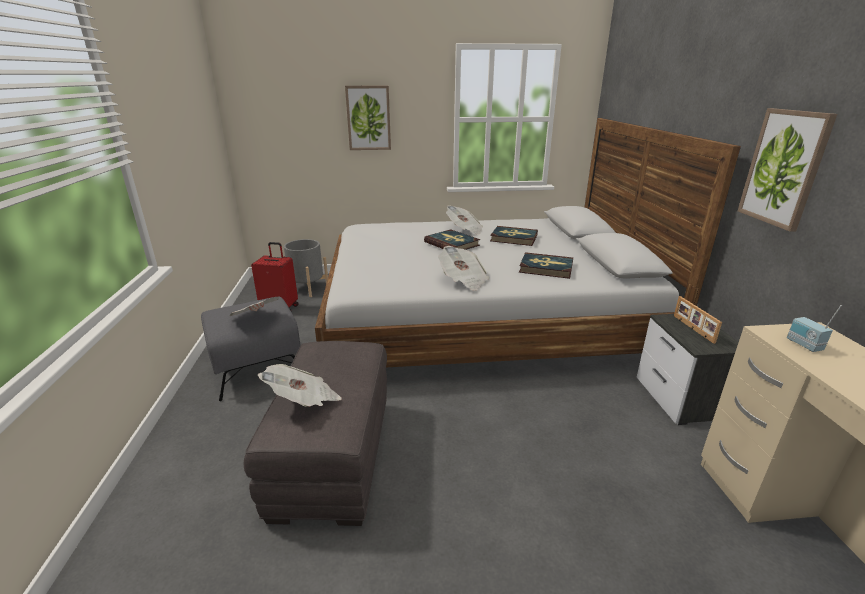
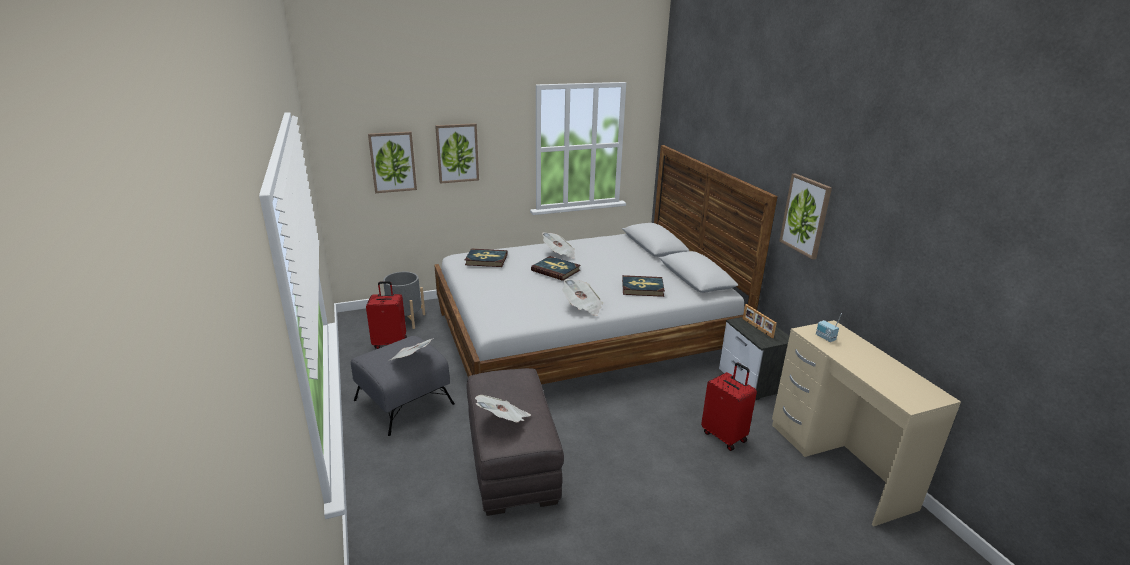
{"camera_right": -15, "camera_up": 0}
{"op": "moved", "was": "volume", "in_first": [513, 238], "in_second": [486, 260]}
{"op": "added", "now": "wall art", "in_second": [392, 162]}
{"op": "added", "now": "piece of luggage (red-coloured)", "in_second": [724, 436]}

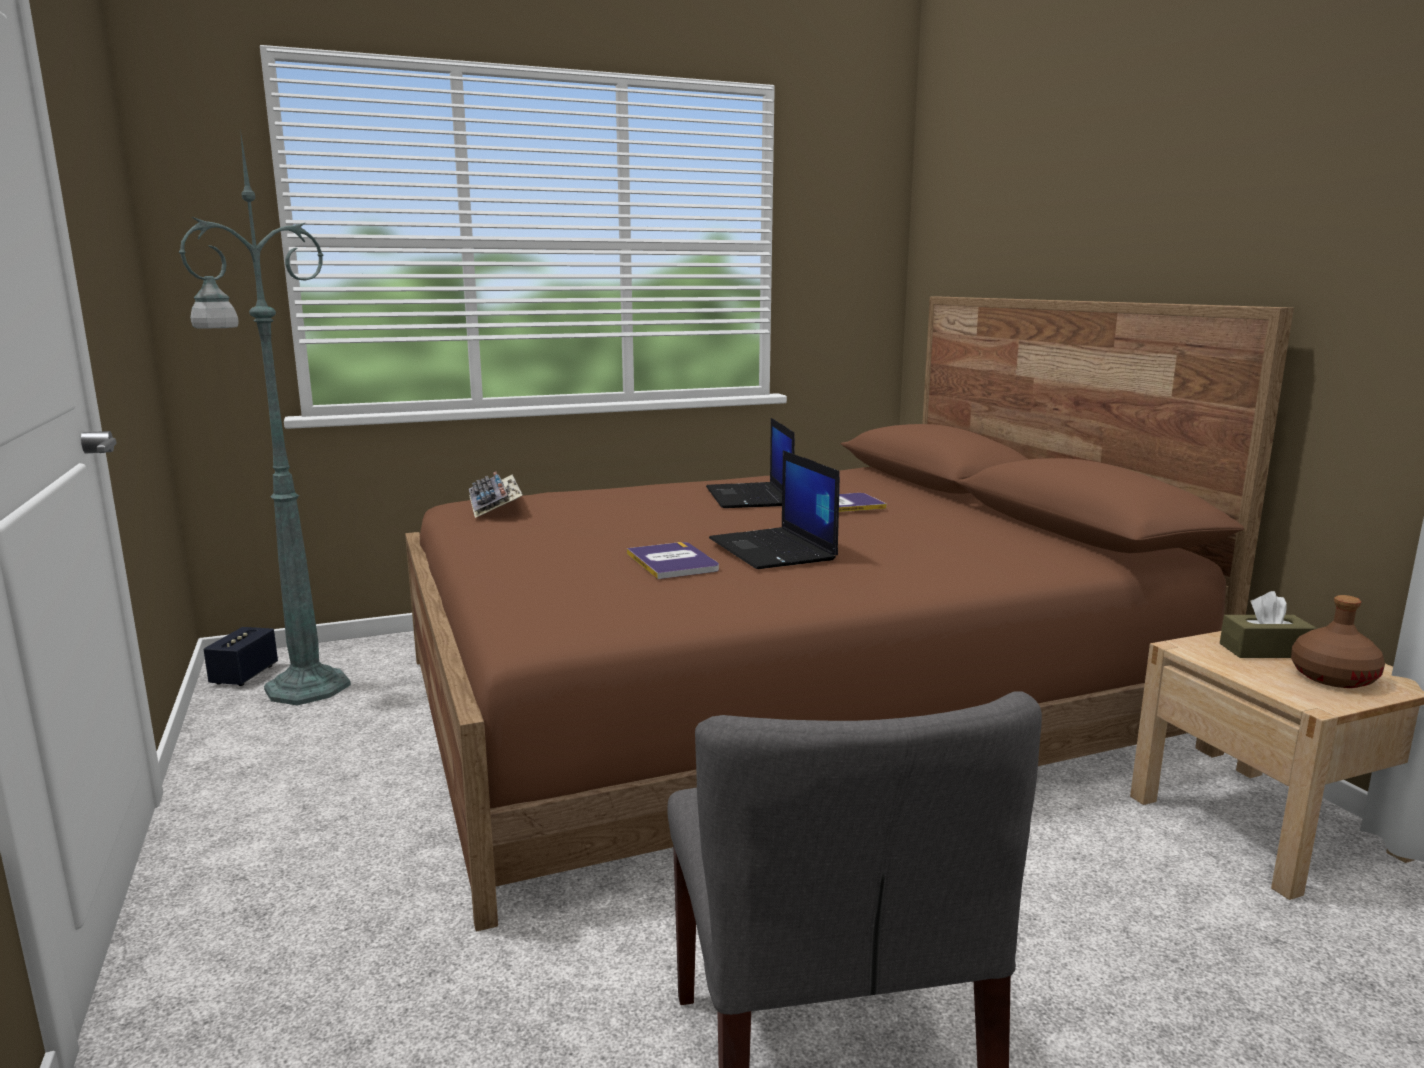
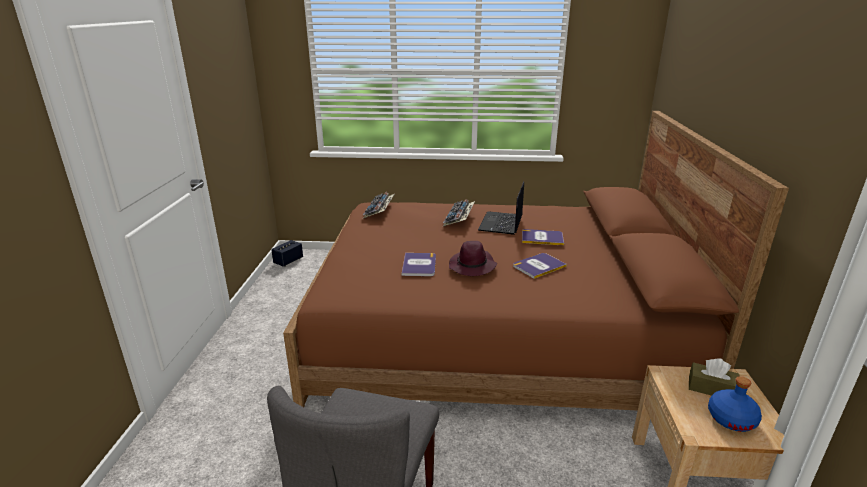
{"camera_right": 25, "camera_up": 10}
{"op": "removed", "was": "standing lamp (green)", "in_first": [303, 689]}
{"op": "replaced", "was": "notebook computer", "now": "wearable hat (purplish)", "in_first": [774, 550], "in_second": [472, 266]}
{"op": "recoloured", "was": "drink bottle (brown)", "now": "drink bottle (blue-coloured)", "in_first": [1332, 677], "in_second": [731, 419]}
{"op": "added", "now": "keyboard", "in_second": [459, 218]}
{"op": "added", "now": "volume", "in_second": [539, 266]}

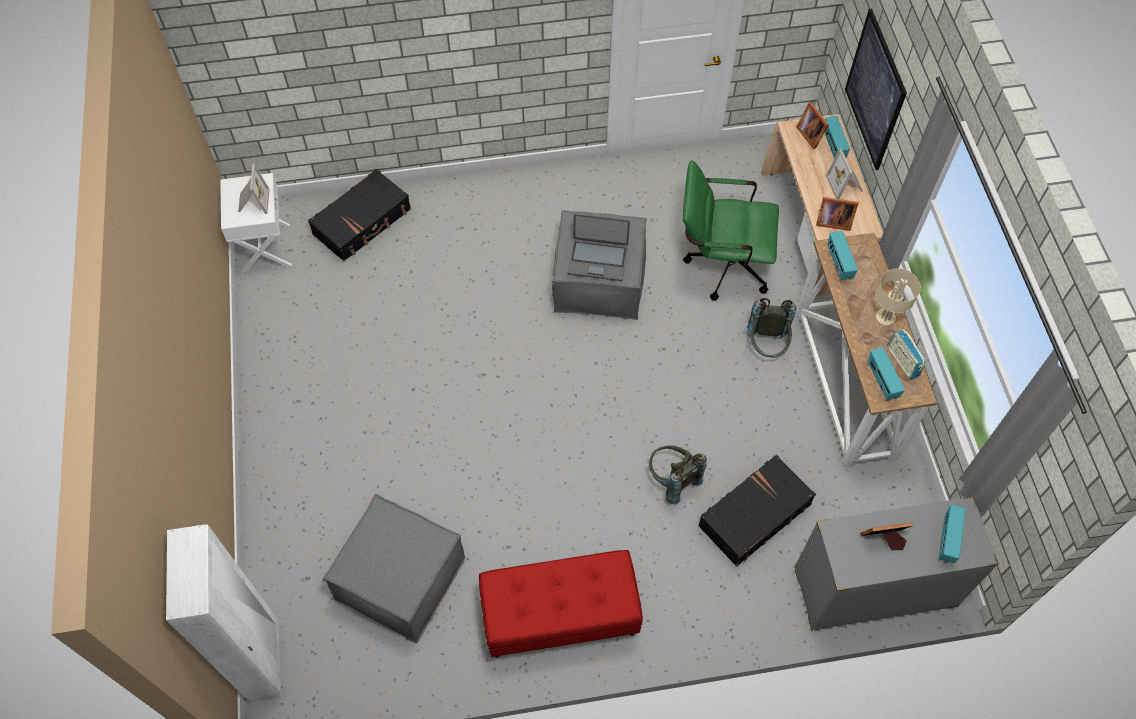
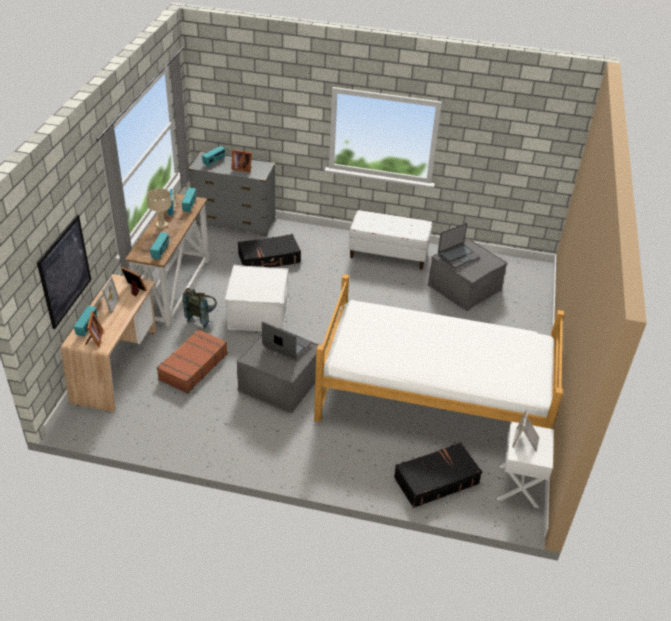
{"camera_right": -160, "camera_up": -20}
{"op": "replaced", "was": "desk chair (green)", "now": "piece of luggage (brown)", "in_first": [721, 264], "in_second": [193, 366]}
{"op": "removed", "was": "knapsack (grey)", "in_first": [672, 480]}
{"op": "removed", "was": "wardrobe (white-coloured)", "in_first": [265, 661]}
{"op": "recoloured", "was": "bench (red-coloured)", "now": "bench (white-coloured)", "in_first": [560, 617], "in_second": [388, 254]}
{"op": "added", "now": "notebook computer", "in_second": [458, 256]}
{"op": "added", "now": "pouffe (white-coloured)", "in_second": [258, 313]}
{"op": "added", "now": "bed", "in_second": [433, 400]}

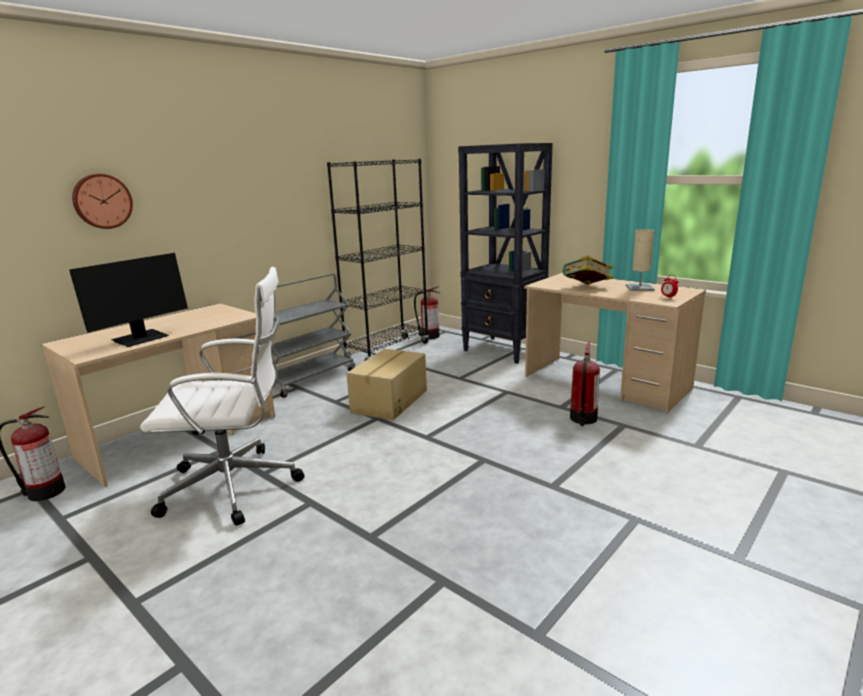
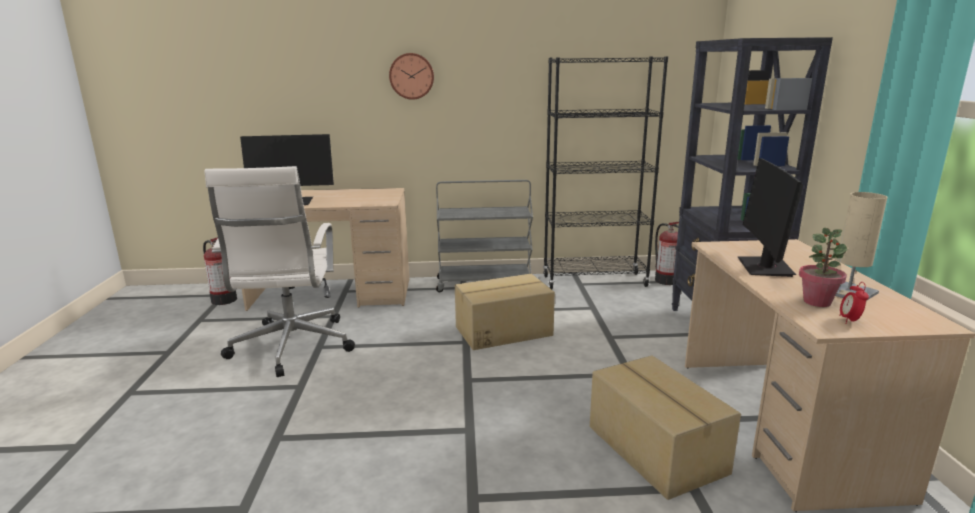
{"camera_right": 45, "camera_up": 0}
{"op": "moved", "was": "hanging clock", "in_first": [102, 201], "in_second": [411, 76]}
{"op": "replaced", "was": "volume", "now": "computer display", "in_first": [586, 287], "in_second": [764, 267]}
{"op": "turned", "was": "desk chair (white-coloured)", "in_first": [236, 486], "in_second": [291, 347], "clockwise": 45}
{"op": "replaced", "was": "fire-fighting cylinder", "now": "packing box", "in_first": [583, 419], "in_second": [655, 450]}
{"op": "added", "now": "potted plant", "in_second": [817, 302]}

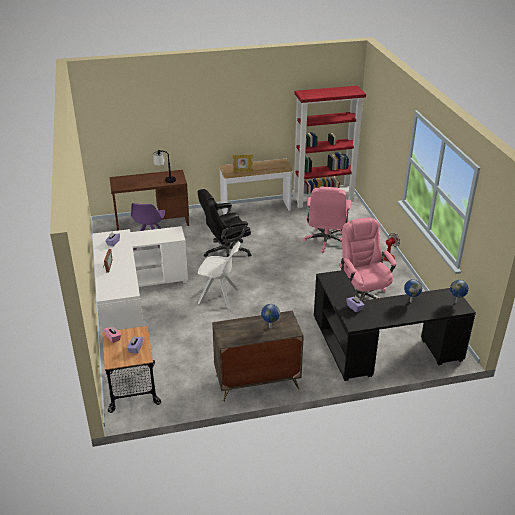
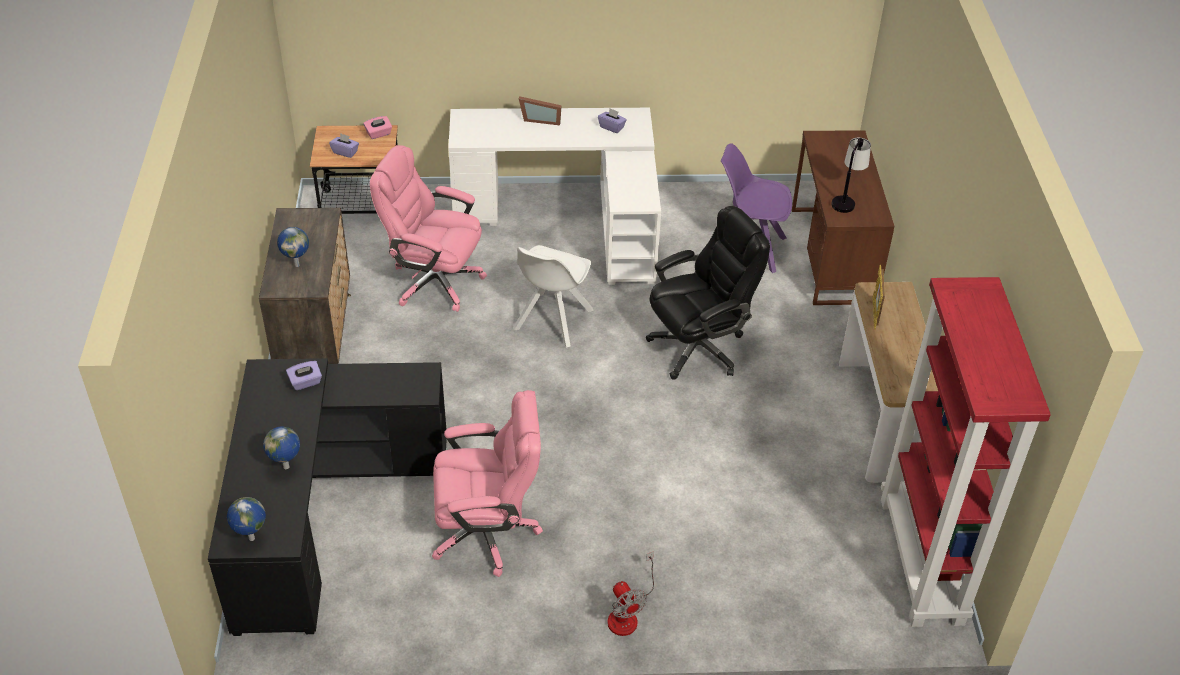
{"camera_right": 100, "camera_up": 10}
{"op": "moved", "was": "desk chair (pink-coloured)", "in_first": [326, 241], "in_second": [434, 281]}
{"op": "turned", "was": "desk chair (black-coloured)", "in_first": [226, 252], "in_second": [699, 347], "clockwise": 75}

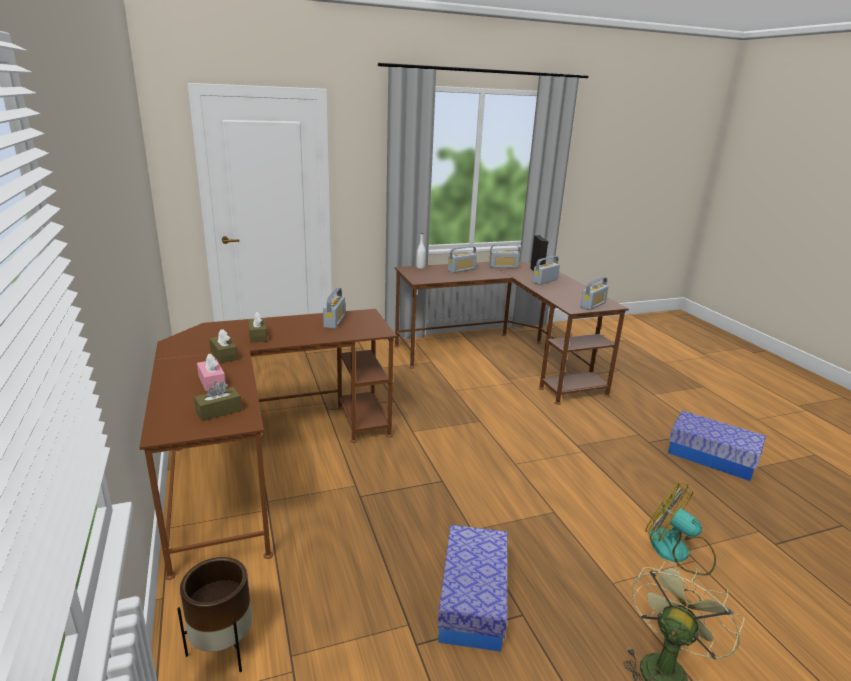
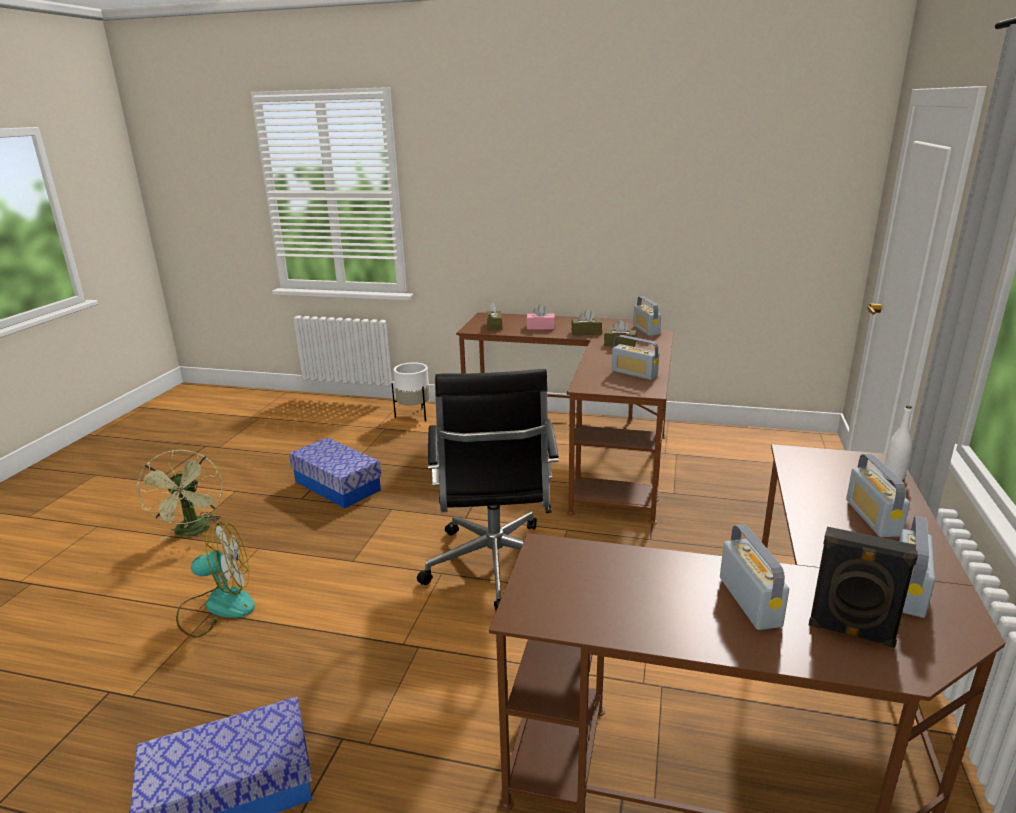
{"camera_right": 125, "camera_up": 0}
{"op": "moved", "was": "radio set", "in_first": [593, 305], "in_second": [646, 330]}
{"op": "recoloured", "was": "plant pot (brown)", "now": "plant pot (white-coloured)", "in_first": [223, 648], "in_second": [414, 415]}
{"op": "added", "now": "desk chair (black-coloured)", "in_second": [495, 568]}

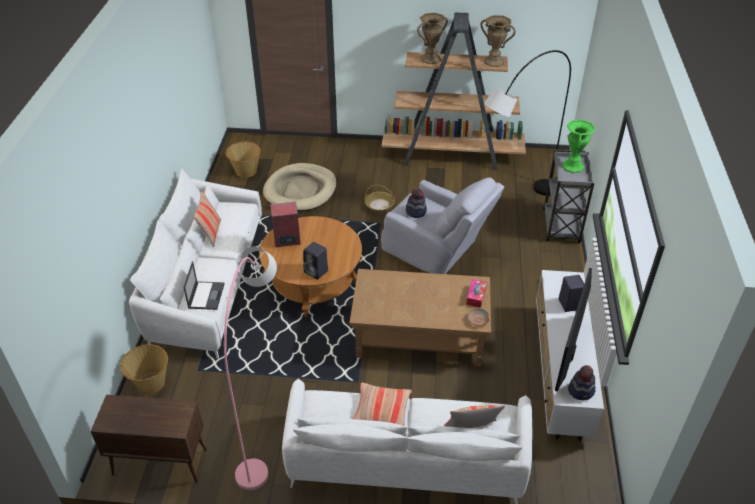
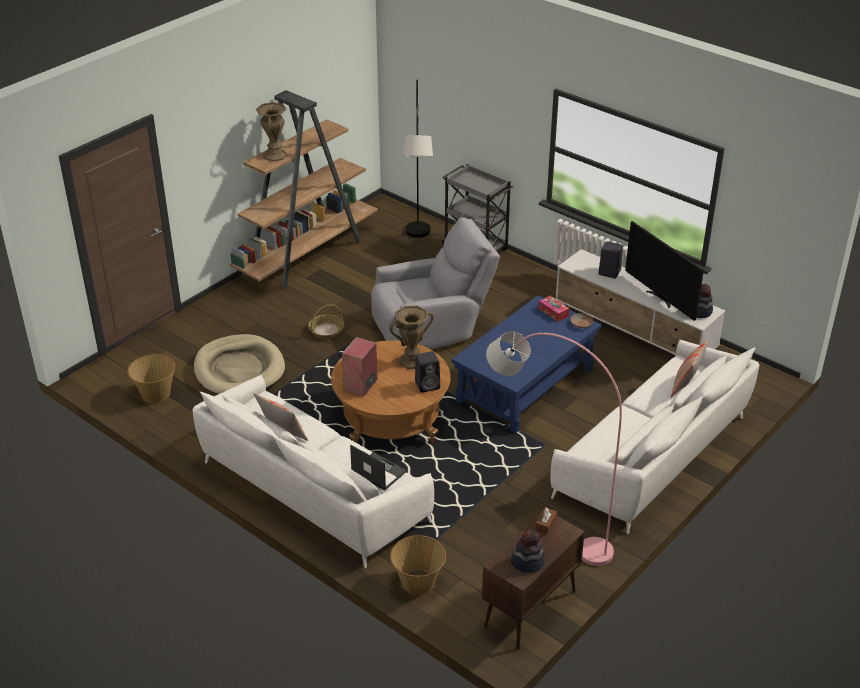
{"camera_right": -55, "camera_up": -5}
{"op": "moved", "was": "decorative vase (brown)", "in_first": [494, 61], "in_second": [412, 361]}
{"op": "removed", "was": "decorative vase (green)", "in_first": [572, 166]}
{"op": "moved", "was": "wearable hat", "in_first": [416, 211], "in_second": [527, 562]}
{"op": "recoloured", "was": "coffee table (brown)", "now": "coffee table (blue-coloured)", "in_first": [419, 336], "in_second": [525, 386]}
{"op": "removed", "was": "cushion", "in_first": [381, 411]}
{"op": "added", "now": "tissue box (brown)", "in_second": [545, 524]}

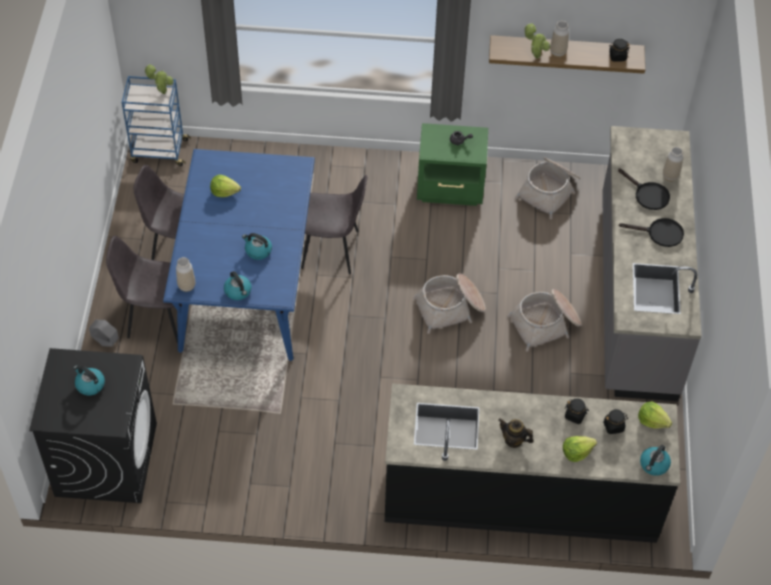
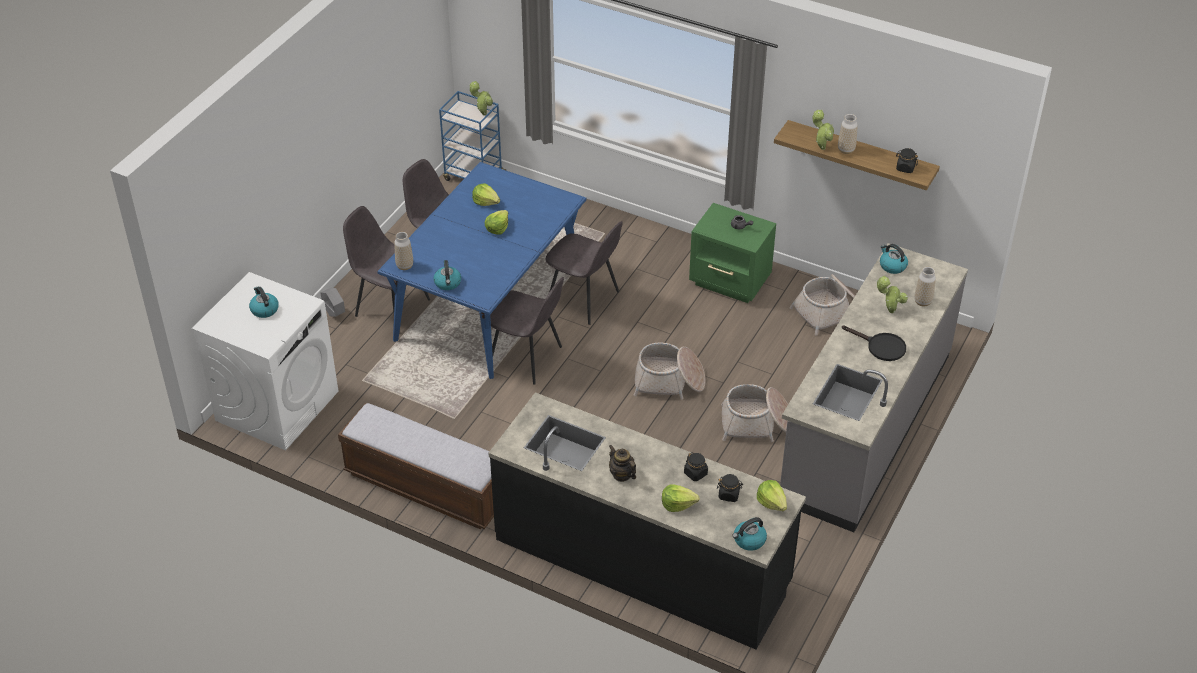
{"camera_right": 25, "camera_up": -10}
{"op": "replaced", "was": "frying pan (black-coloured)", "now": "potted plant", "in_first": [647, 195], "in_second": [889, 311]}
{"op": "moved", "was": "tea kettle", "in_first": [258, 251], "in_second": [892, 266]}
{"op": "recoloured", "was": "laundry appliance (black-coloured)", "now": "laundry appliance (white-coloured)", "in_first": [106, 459], "in_second": [277, 405]}
{"op": "added", "now": "head of lettuce", "in_second": [497, 228]}
{"op": "added", "now": "chair (grey)", "in_second": [527, 358]}
{"op": "added", "now": "bench", "in_second": [426, 487]}

